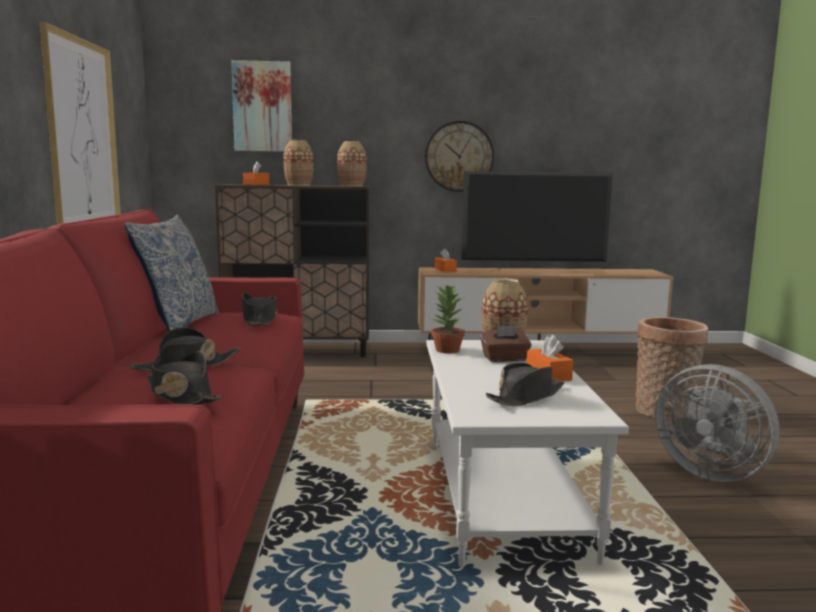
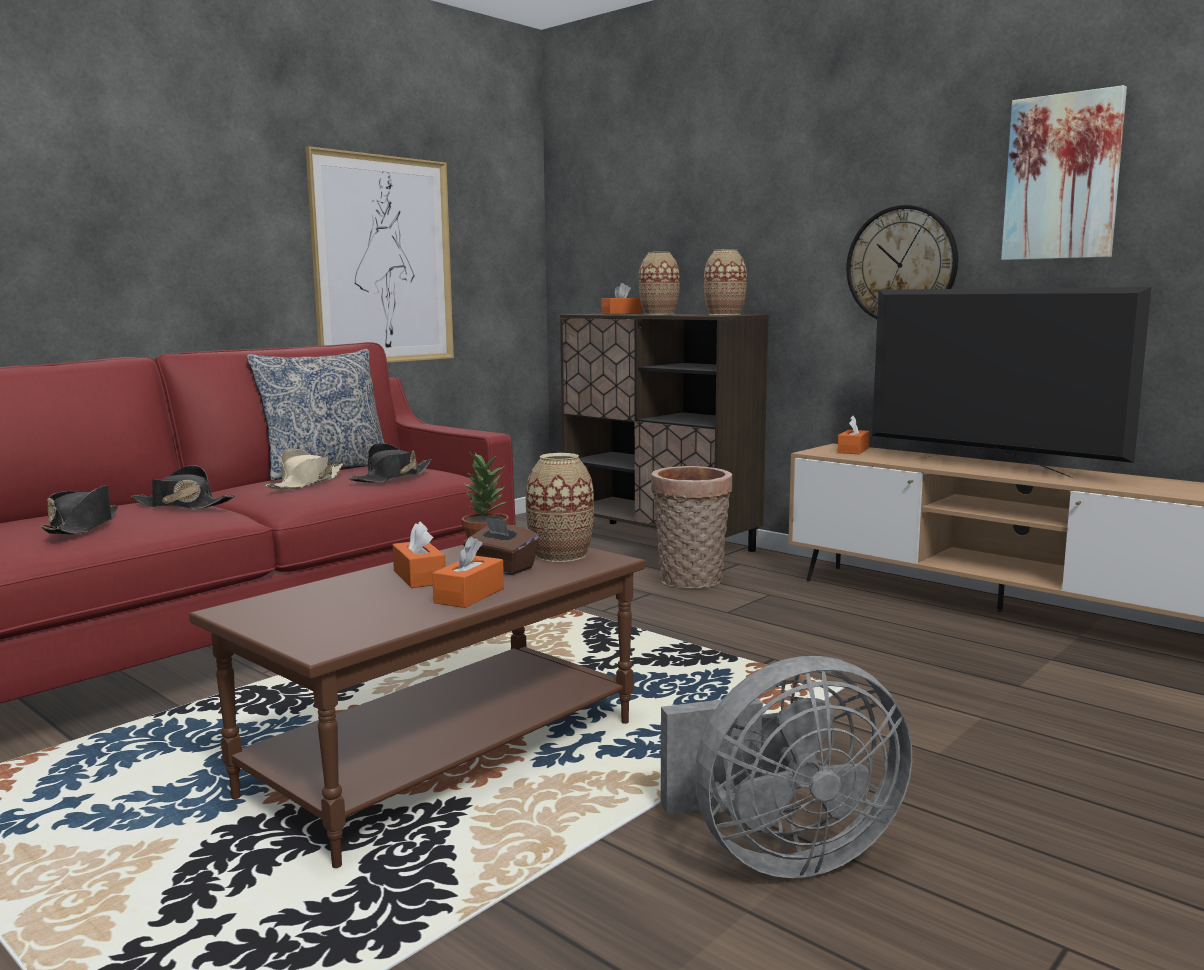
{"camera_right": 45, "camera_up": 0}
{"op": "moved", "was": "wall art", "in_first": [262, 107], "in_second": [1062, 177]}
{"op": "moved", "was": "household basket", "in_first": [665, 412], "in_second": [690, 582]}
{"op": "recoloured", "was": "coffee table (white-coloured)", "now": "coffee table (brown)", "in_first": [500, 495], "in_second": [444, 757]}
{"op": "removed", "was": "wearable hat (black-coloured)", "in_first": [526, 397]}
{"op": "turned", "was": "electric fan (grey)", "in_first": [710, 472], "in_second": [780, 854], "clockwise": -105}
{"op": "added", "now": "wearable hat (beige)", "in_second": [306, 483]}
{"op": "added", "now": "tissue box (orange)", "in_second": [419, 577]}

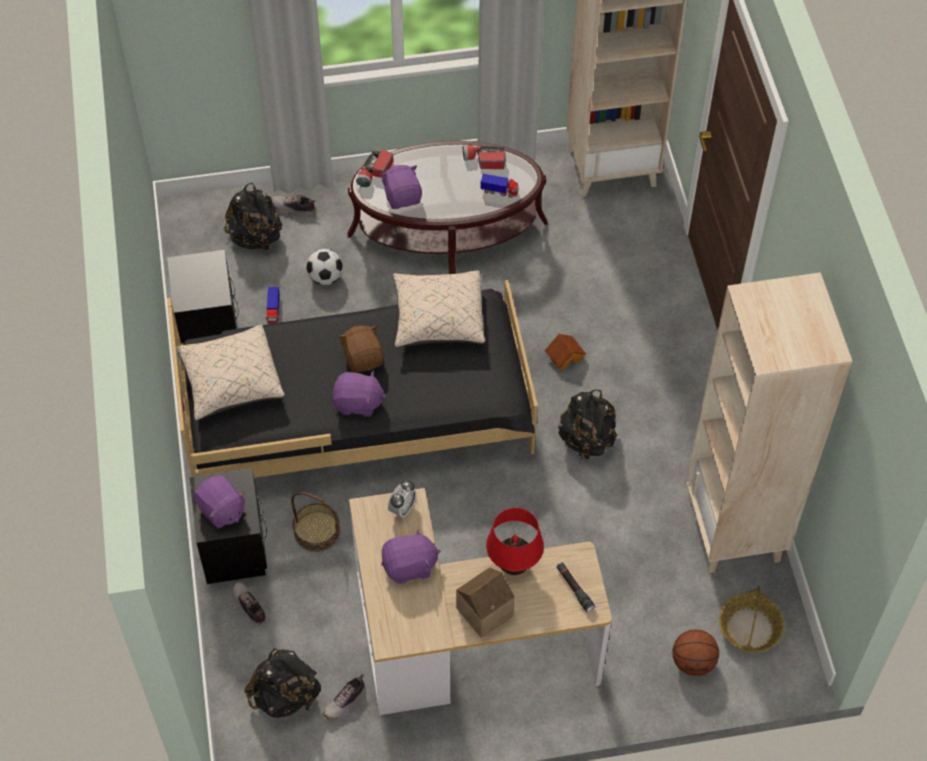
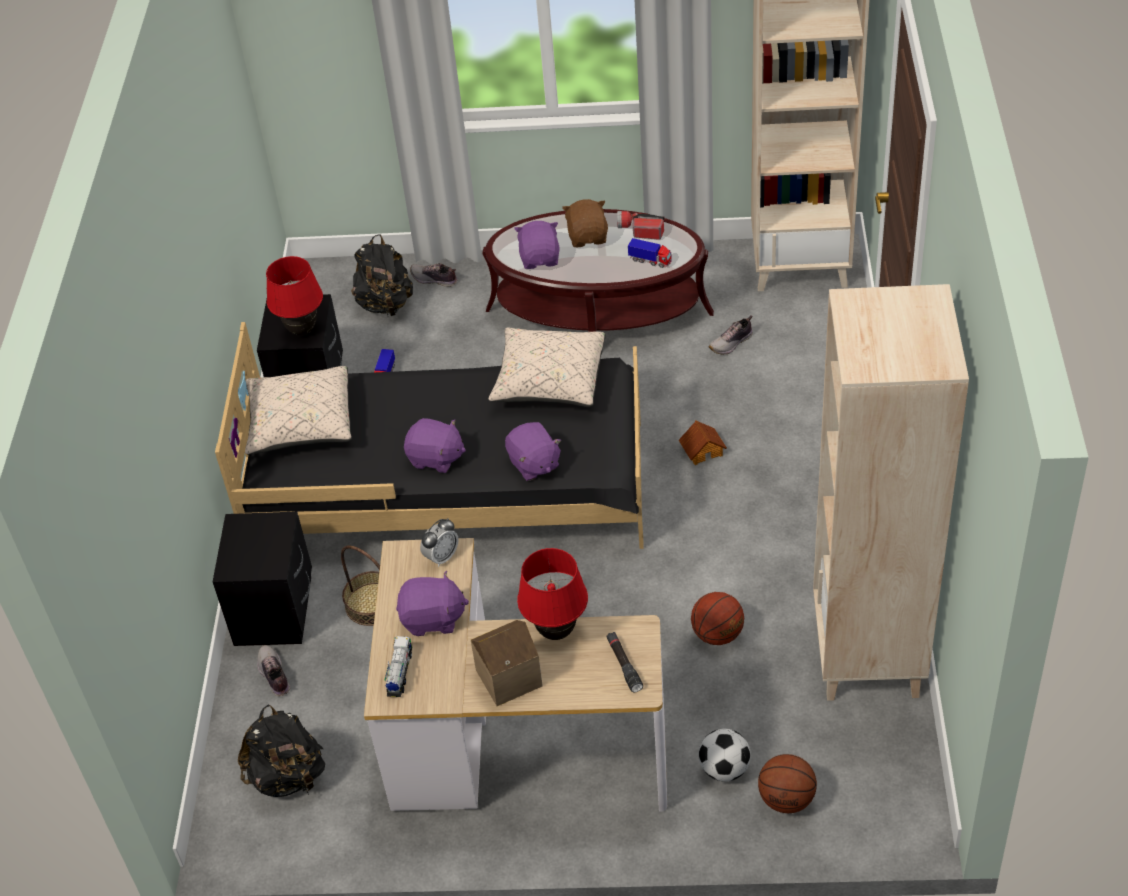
{"camera_right": 15, "camera_up": -10}
{"op": "removed", "was": "flashlight", "in_first": [374, 173]}
{"op": "moved", "was": "football", "in_first": [325, 278], "in_second": [724, 769]}
{"op": "moved", "was": "soft toy (brown)", "in_first": [363, 358], "in_second": [588, 237]}
{"op": "removed", "was": "knapsack (black-coloured)", "in_first": [586, 440]}
{"op": "moved", "was": "soft toy (purplish)", "in_first": [221, 510], "in_second": [534, 464]}
{"op": "removed", "was": "household basket", "in_first": [749, 627]}
{"op": "moved", "was": "shoe", "in_first": [345, 702], "in_second": [731, 343]}
{"op": "added", "now": "tabletop lamp (red-coloured)", "in_second": [302, 330]}
{"op": "added", "now": "ball for basketball", "in_second": [717, 634]}
{"op": "added", "now": "toy lorry", "in_second": [399, 673]}

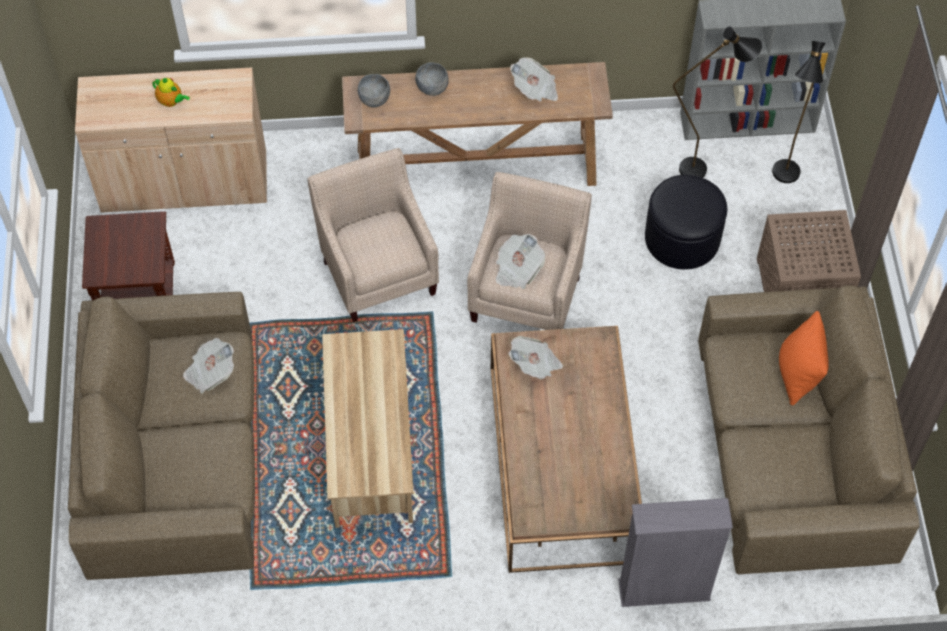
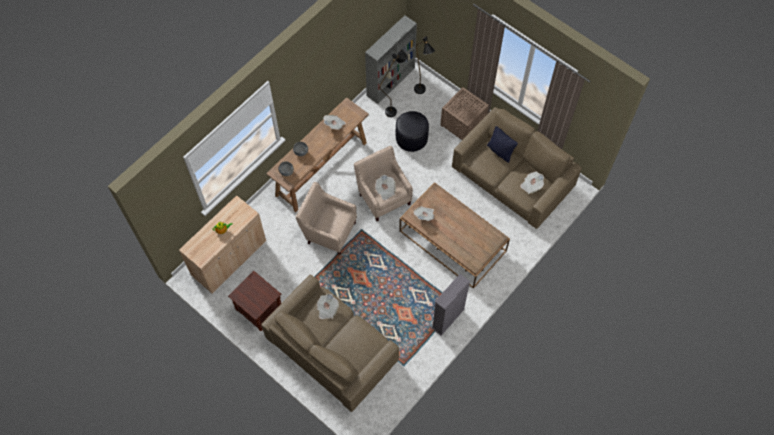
{"camera_right": -45, "camera_up": 5}
{"op": "recoloured", "was": "cushion (orange)", "now": "cushion (black-coloured)", "in_first": [798, 374], "in_second": [500, 151]}
{"op": "removed", "was": "coffee table (beige)", "in_first": [370, 448]}
{"op": "moved", "was": "bookshelf (grey)", "in_first": [664, 590], "in_second": [448, 318]}
{"op": "added", "now": "daily paper", "in_second": [531, 185]}

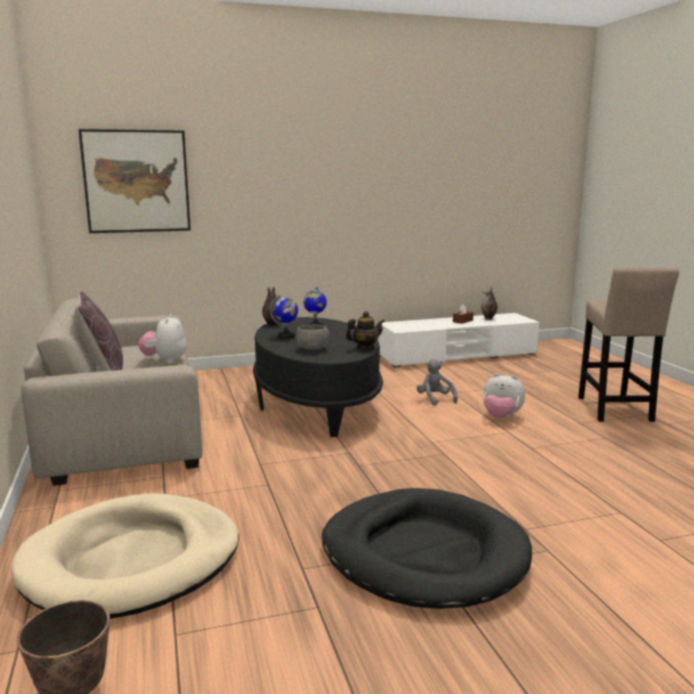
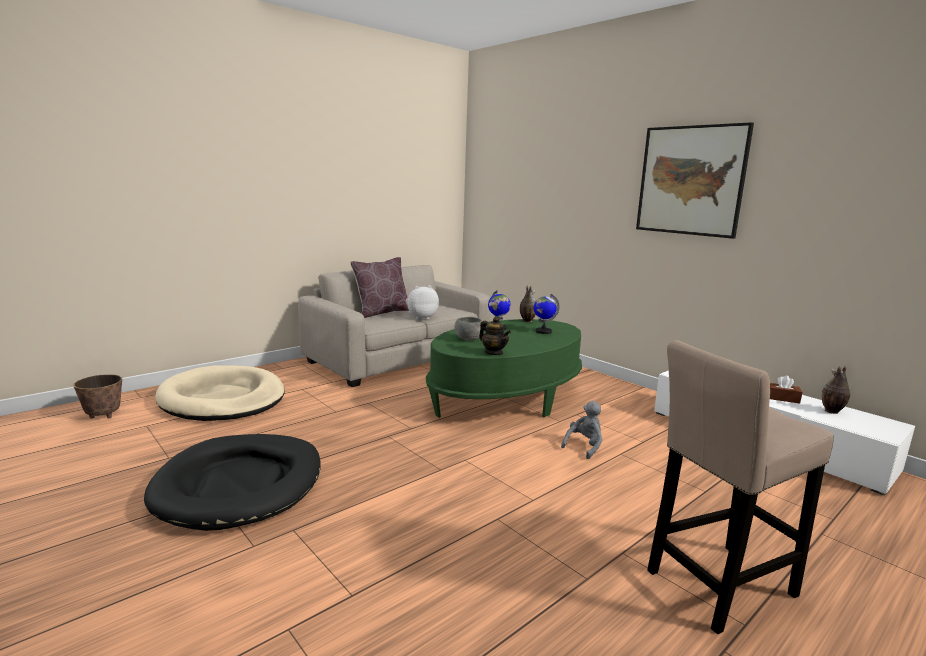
{"camera_right": 65, "camera_up": 0}
{"op": "moved", "was": "wall art", "in_first": [136, 181], "in_second": [690, 180]}
{"op": "recoloured", "was": "coffee table (black-coloured)", "now": "coffee table (green)", "in_first": [316, 404], "in_second": [506, 398]}
{"op": "removed", "was": "soft toy", "in_first": [501, 417]}

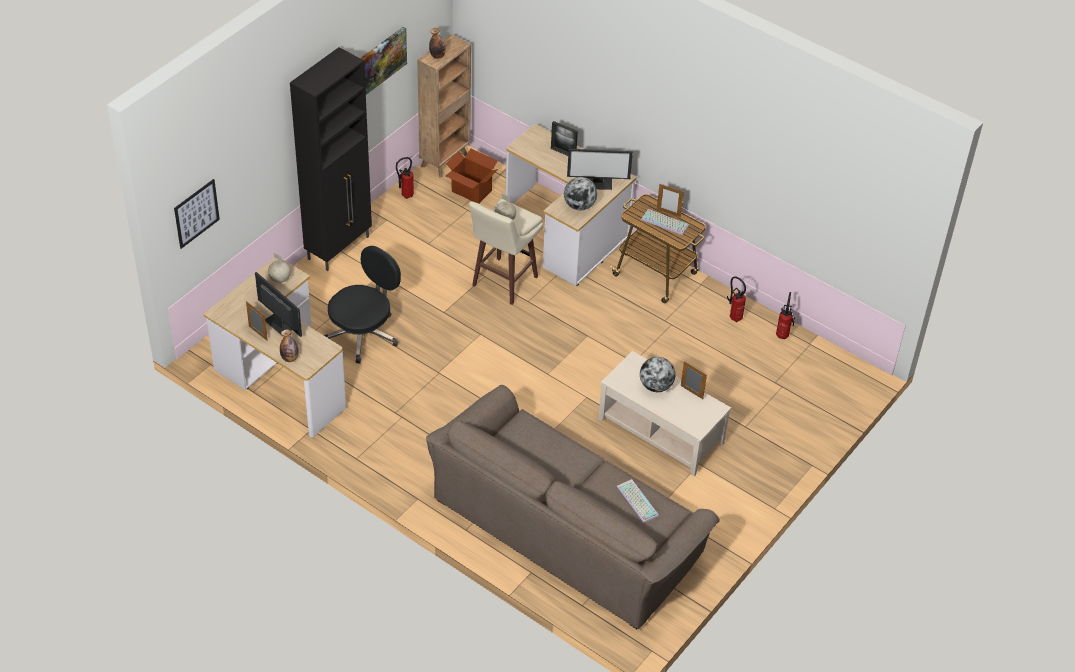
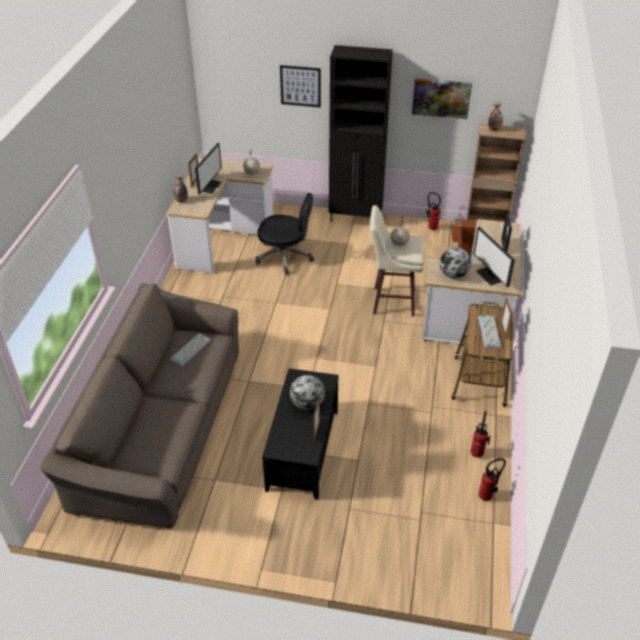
{"camera_right": 65, "camera_up": -5}
{"op": "moved", "was": "wall art", "in_first": [196, 213], "in_second": [300, 86]}
{"op": "recoloured", "was": "coffee table (beige)", "now": "coffee table (black-coloured)", "in_first": [660, 431], "in_second": [302, 449]}
{"op": "moved", "was": "keyboard", "in_first": [636, 501], "in_second": [190, 349]}

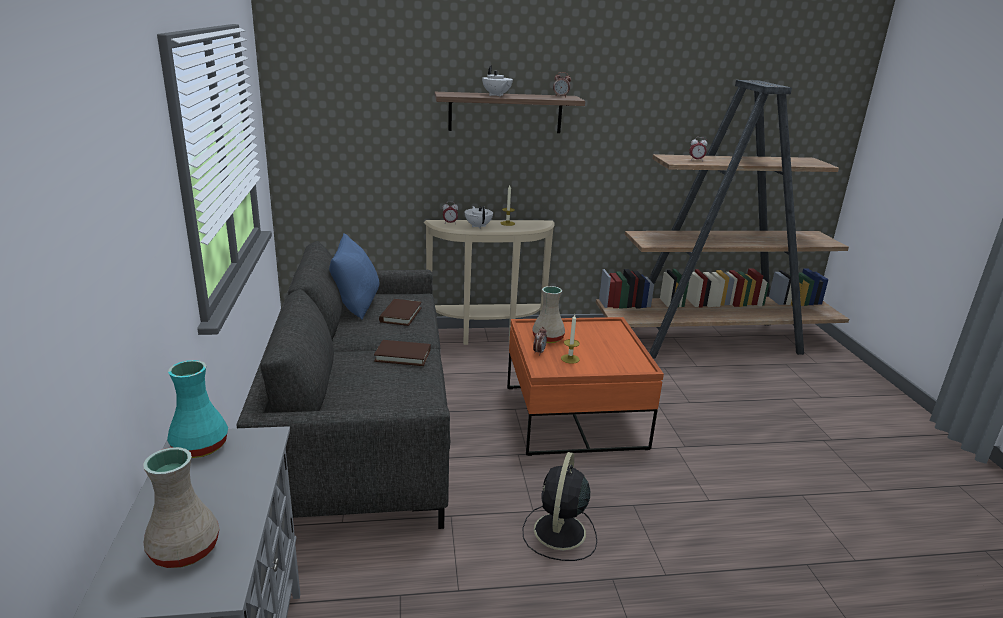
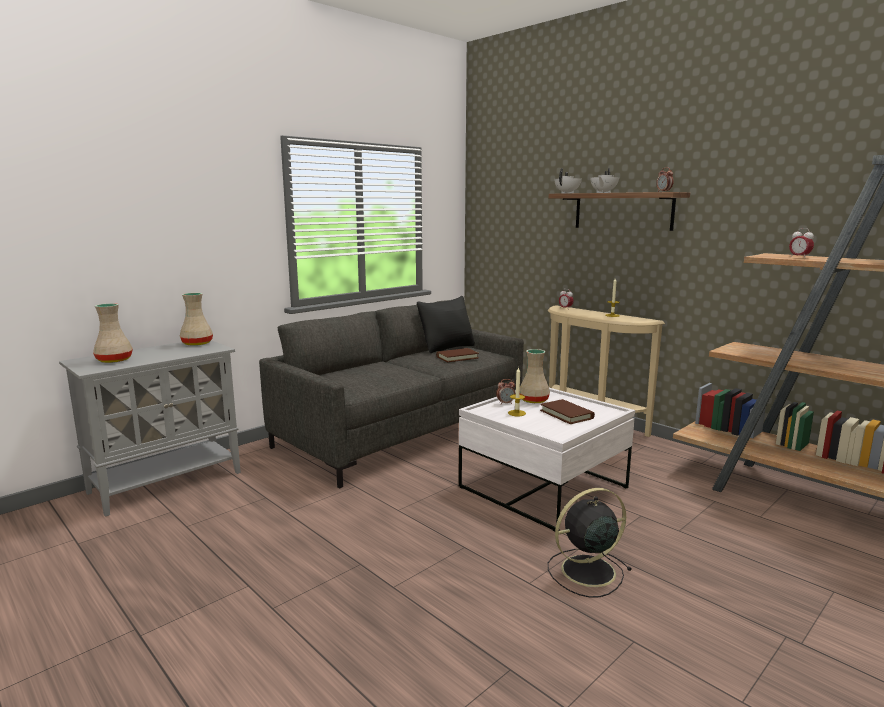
{"camera_right": 55, "camera_up": -10}
{"op": "moved", "was": "pot for tea (white-coloured)", "in_first": [478, 226], "in_second": [567, 193]}
{"op": "recoloured", "was": "cushion (blue-coloured)", "now": "cushion (black-coloured)", "in_first": [355, 304], "in_second": [447, 348]}
{"op": "recoloured", "was": "coffee table (orange)", "now": "coffee table (white-coloured)", "in_first": [573, 417], "in_second": [543, 487]}
{"op": "moved", "was": "volume (brown)", "in_first": [403, 355], "in_second": [566, 414]}
{"op": "recoloured", "was": "decorative vase (blue-green)", "now": "decorative vase (beige)", "in_first": [202, 446], "in_second": [197, 343]}
{"op": "moved", "was": "electric fan (black-coloured)", "in_first": [559, 533], "in_second": [586, 571]}

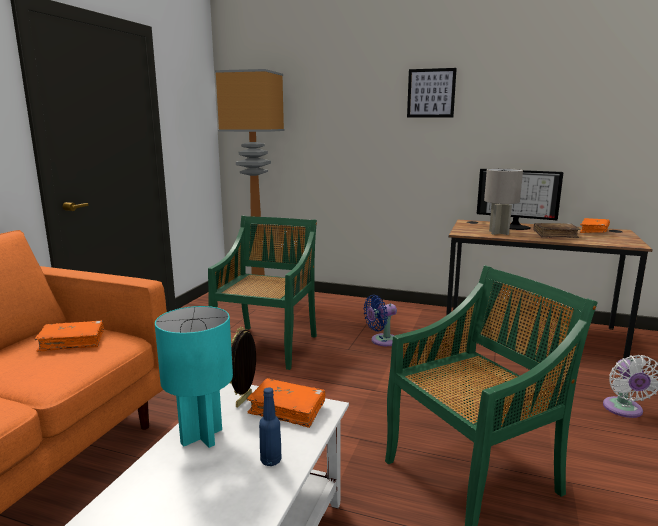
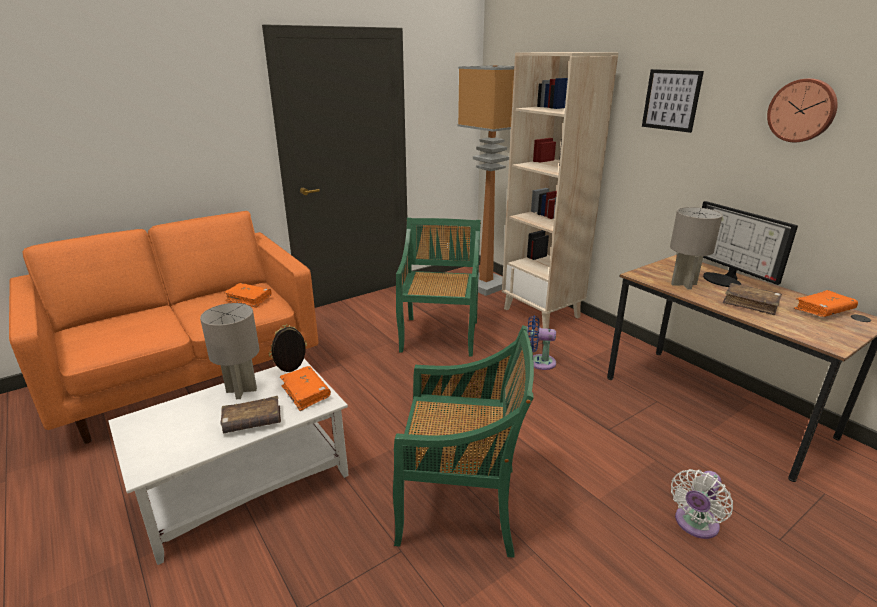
{"camera_right": 35, "camera_up": 10}
{"op": "turned", "was": "chair (green)", "in_first": [267, 346], "in_second": [439, 335], "clockwise": -45}
{"op": "recoloured", "was": "tabletop lamp (blue-green)", "now": "tabletop lamp (grey)", "in_first": [201, 437], "in_second": [241, 391]}
{"op": "replaced", "was": "drink bottle (blue-coloured)", "now": "volume (brown)", "in_first": [270, 460], "in_second": [252, 422]}
{"op": "added", "now": "bookshelf (beige)", "in_second": [542, 313]}
{"op": "added", "now": "hanging clock", "in_second": [802, 110]}

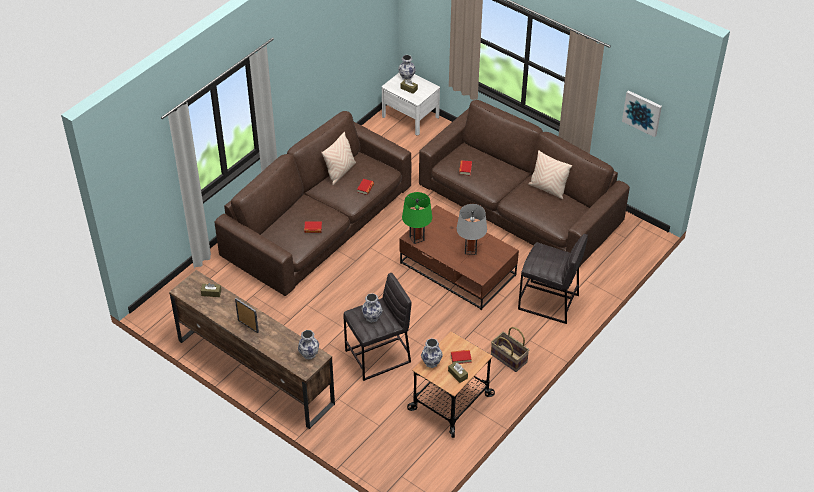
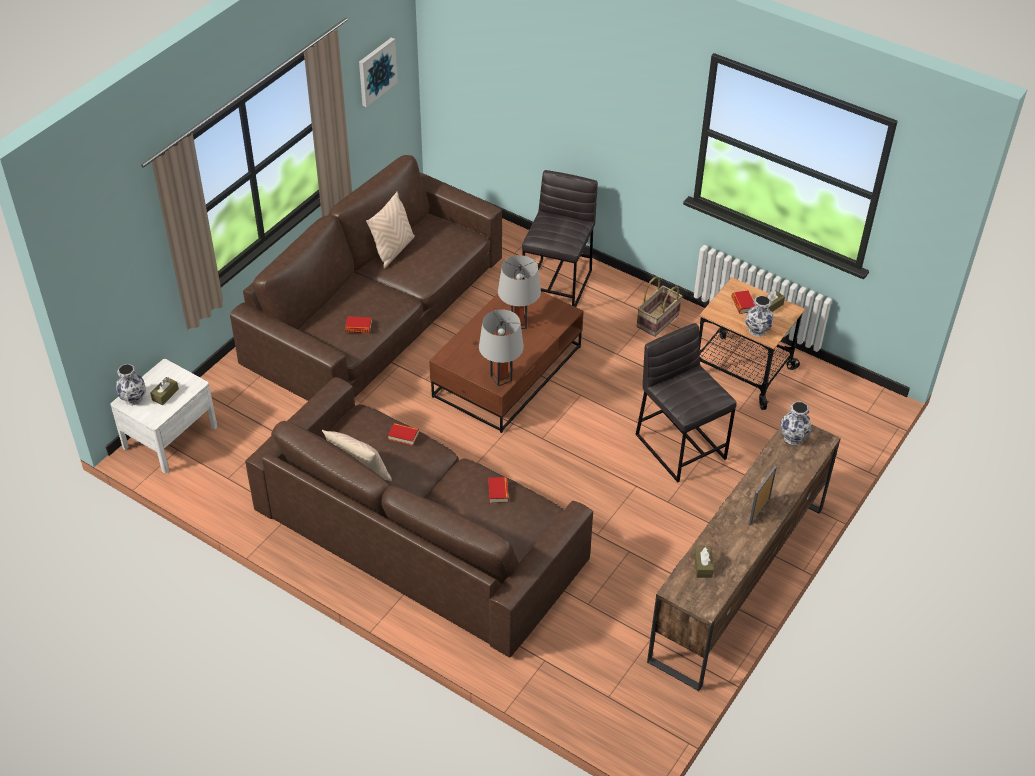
{"camera_right": -95, "camera_up": 0}
{"op": "recoloured", "was": "tabletop lamp (green)", "now": "tabletop lamp (grey)", "in_first": [416, 238], "in_second": [501, 378]}
{"op": "removed", "was": "decorative vase", "in_first": [372, 317]}

